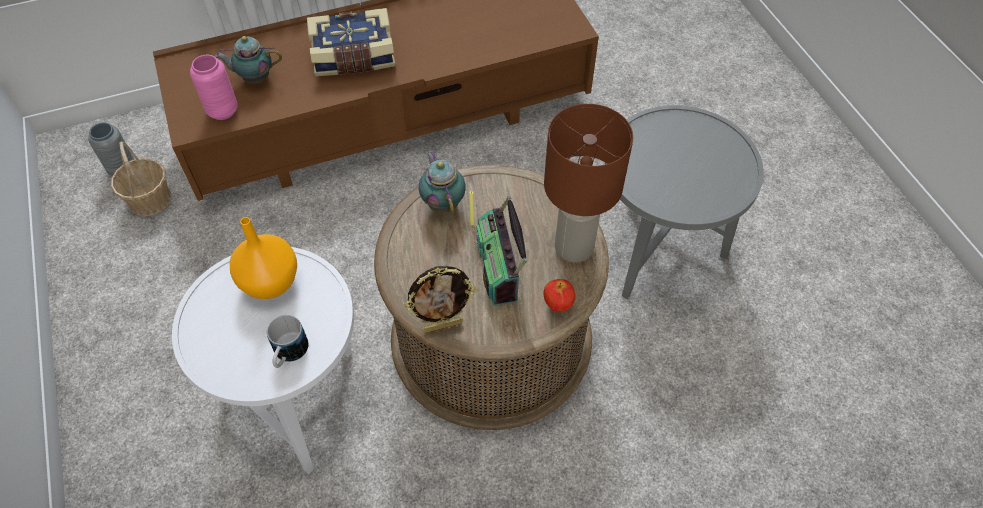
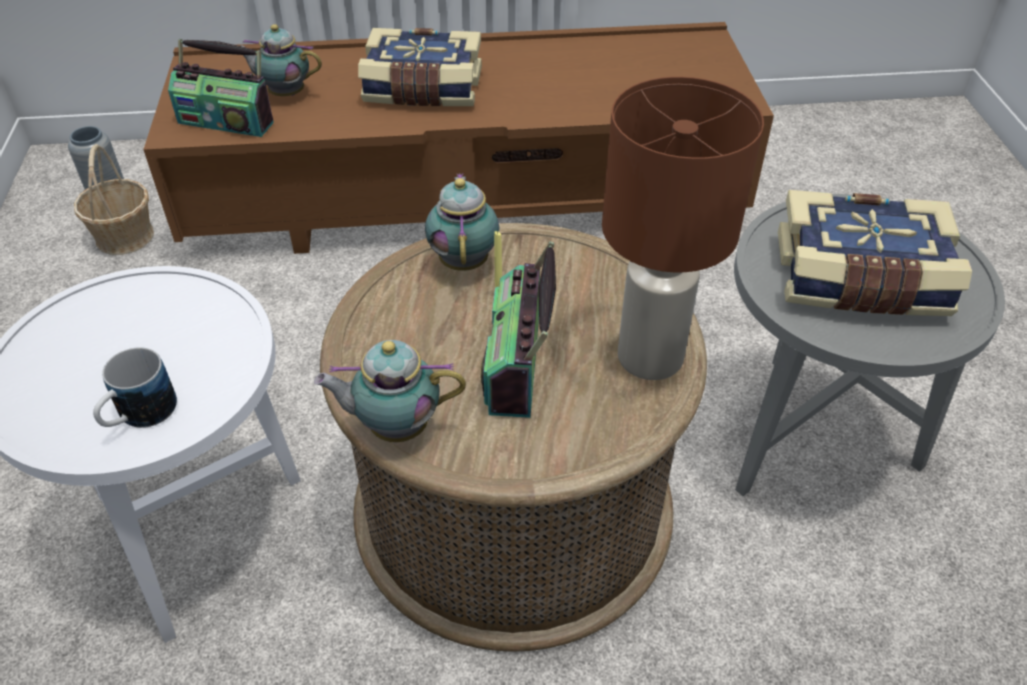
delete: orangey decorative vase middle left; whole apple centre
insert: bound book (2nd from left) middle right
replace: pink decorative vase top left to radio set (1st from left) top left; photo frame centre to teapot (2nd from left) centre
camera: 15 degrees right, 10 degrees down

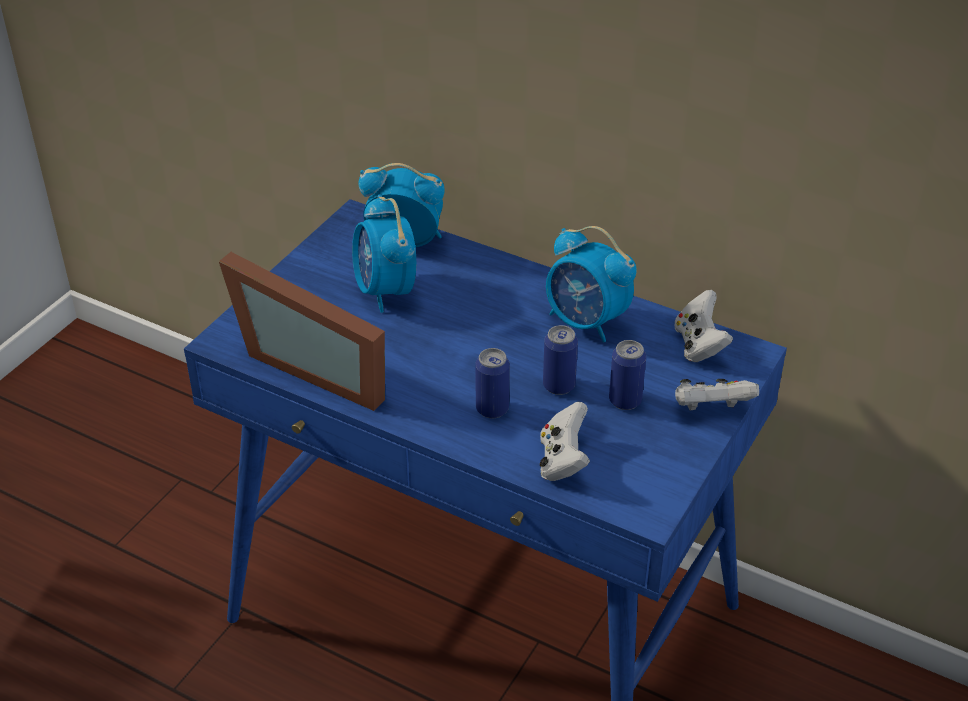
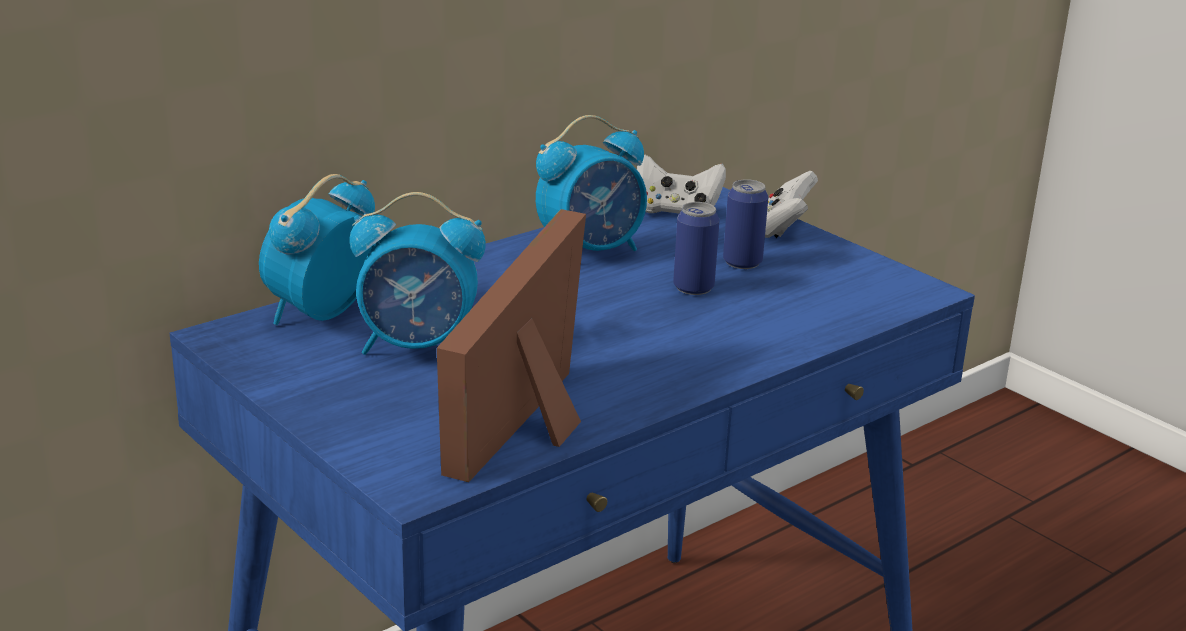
delete: can (1st from left) centre; white game controller (1st from left) centre
rotate: photo frame middle left = centre 150 degrees clockwise
camera: 70 degrees left, 15 degrees down

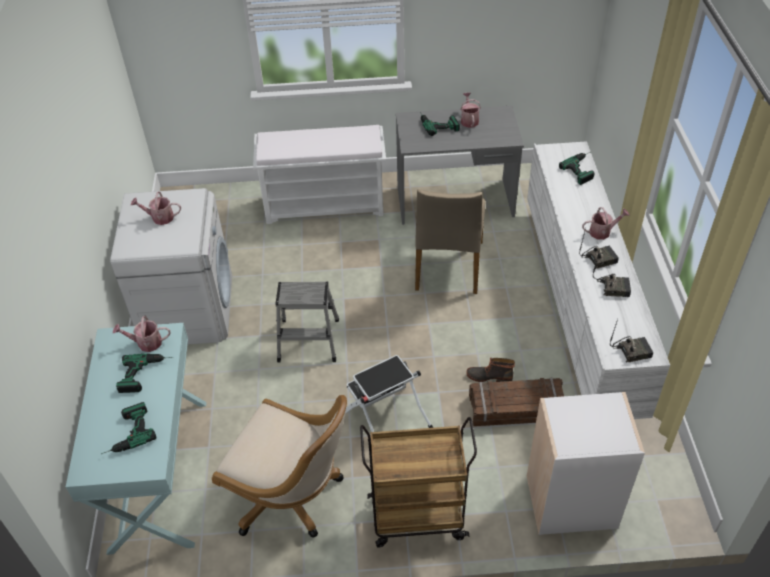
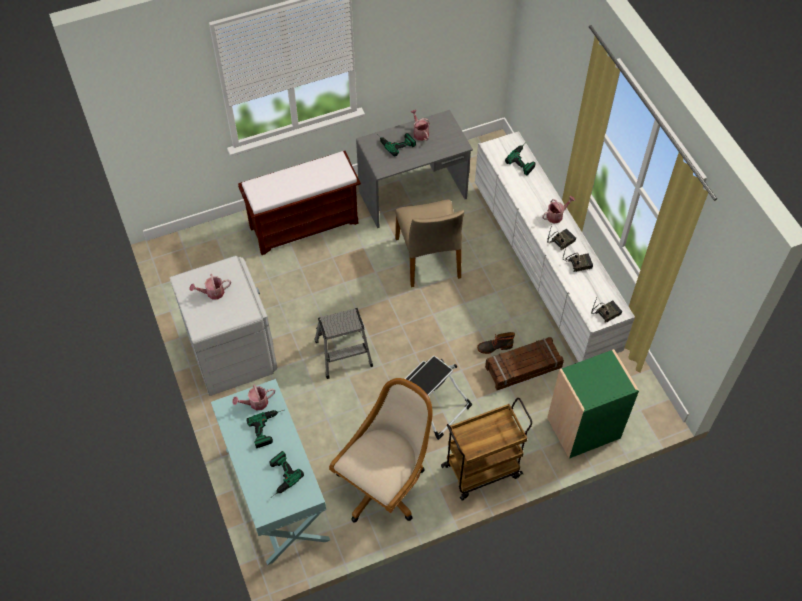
recolor: white bench top centre to brown bench centre; white shelving unit bottom right to green-coloured shelving unit bottom right
rotate: computer chair bottom centre = bottom centre 60 degrees counterclockwise
camera: 20 degrees left, 10 degrees up

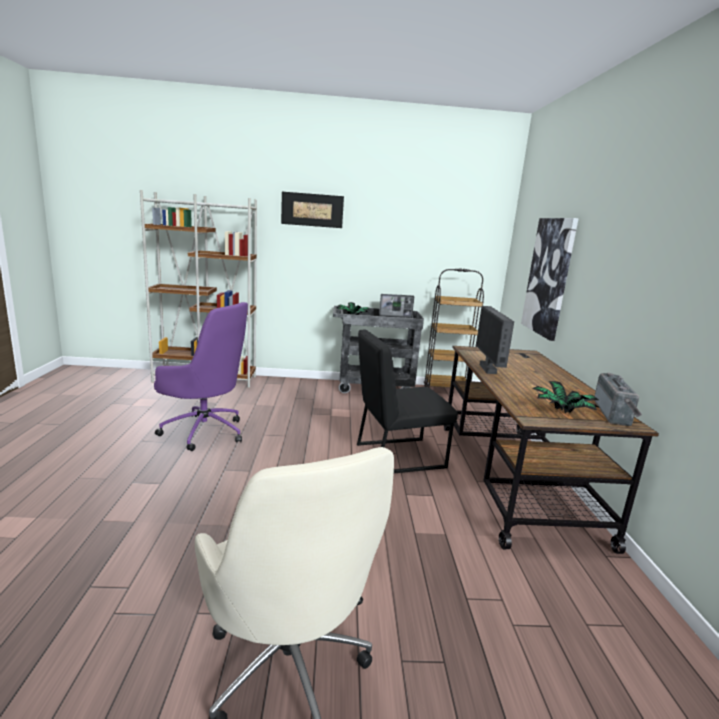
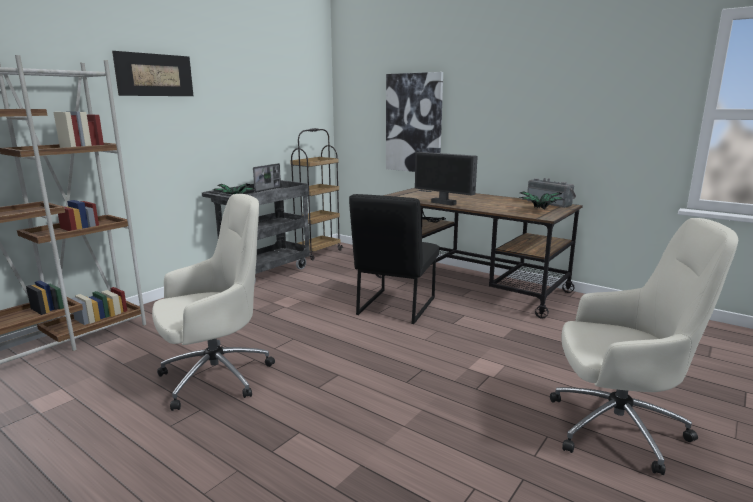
recolor: purplish computer chair middle left to beige computer chair (1st from left) middle left
camera: 50 degrees left, 0 degrees up

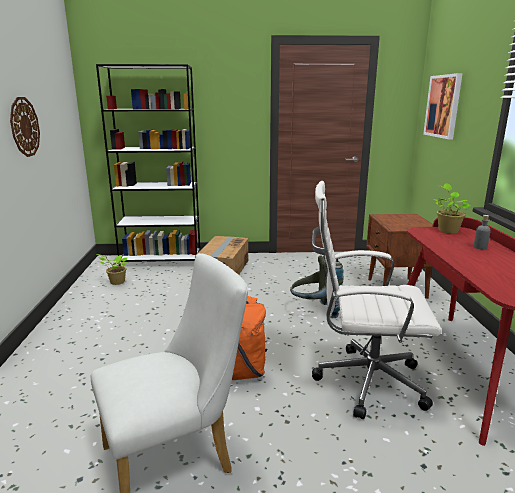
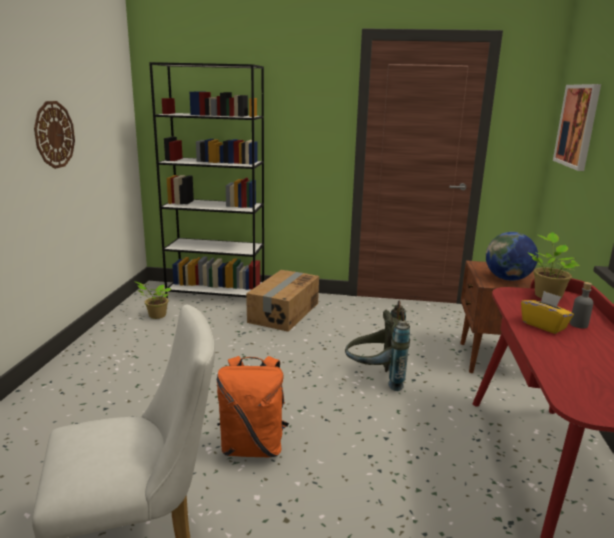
delete: white computer chair middle right
insert: globe middle right; yellow box of tissues middle right
camera: 10 degrees right, 0 degrees up

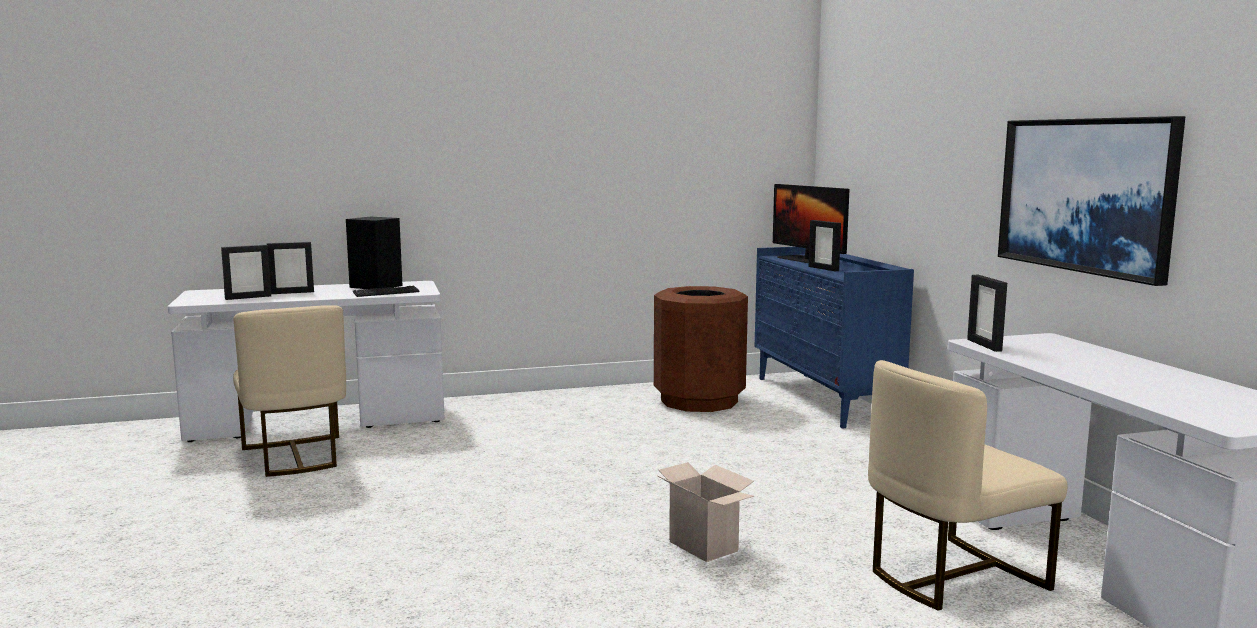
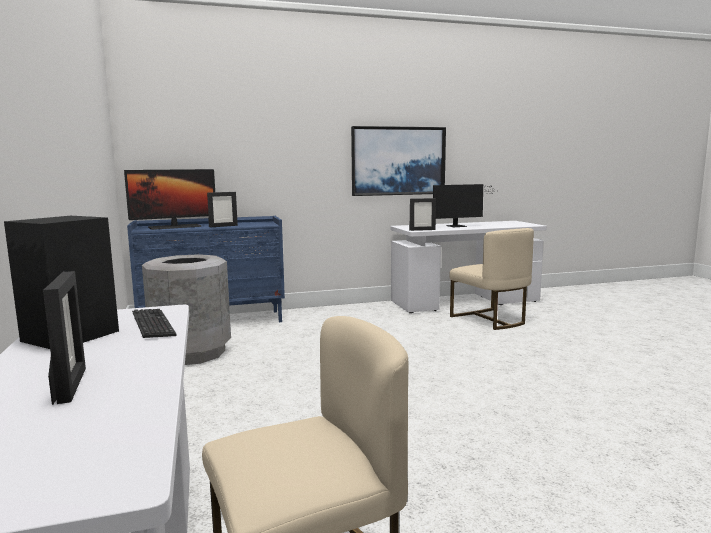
delete: photo frame (1st from left) middle left; carton bottom centre
insert: computer display (2nd from left) centre
recolor: brown rubbish bin centre to greyish rubbish bin middle left
camera: 90 degrees left, 0 degrees up

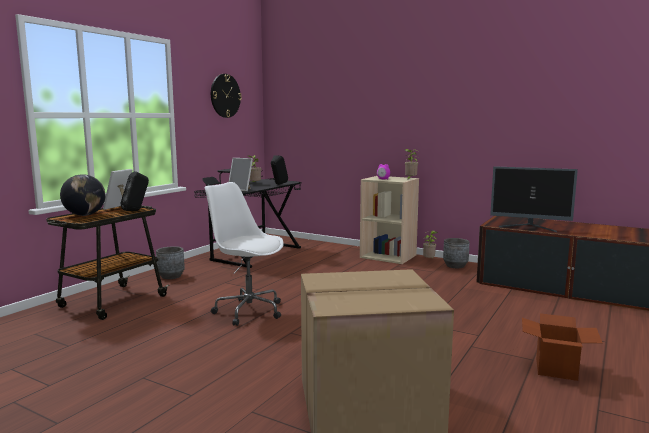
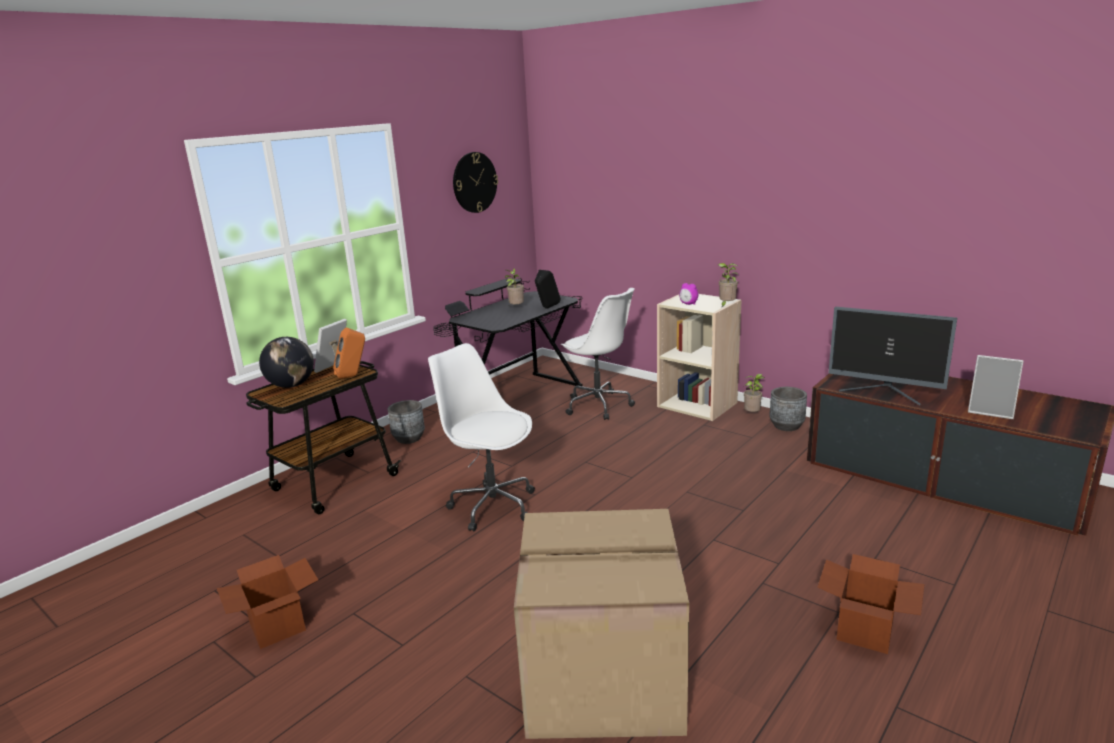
insert: carton (1st from left) bottom left; white computer chair (2nd from left) centre
move: photo frame (2nd from left) centre to middle right
recolor: black audio speaker (1st from left) middle left to orangey audio speaker middle left
camera: 10 degrees right, 10 degrees up

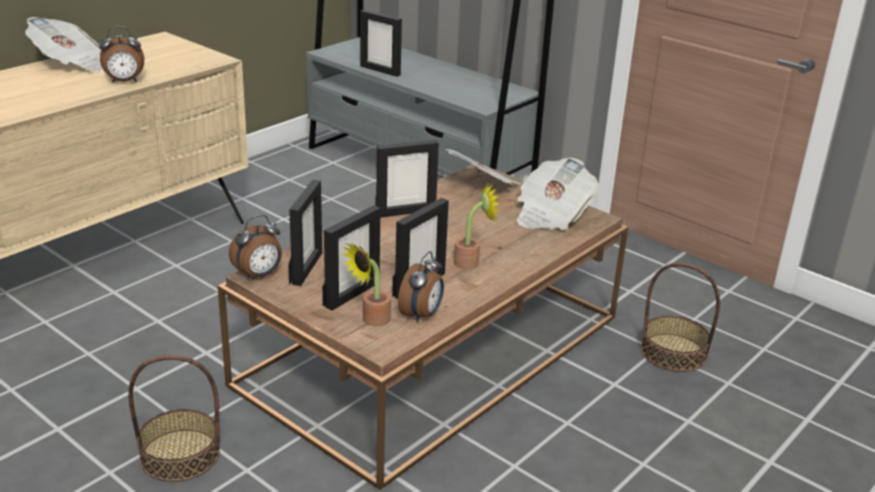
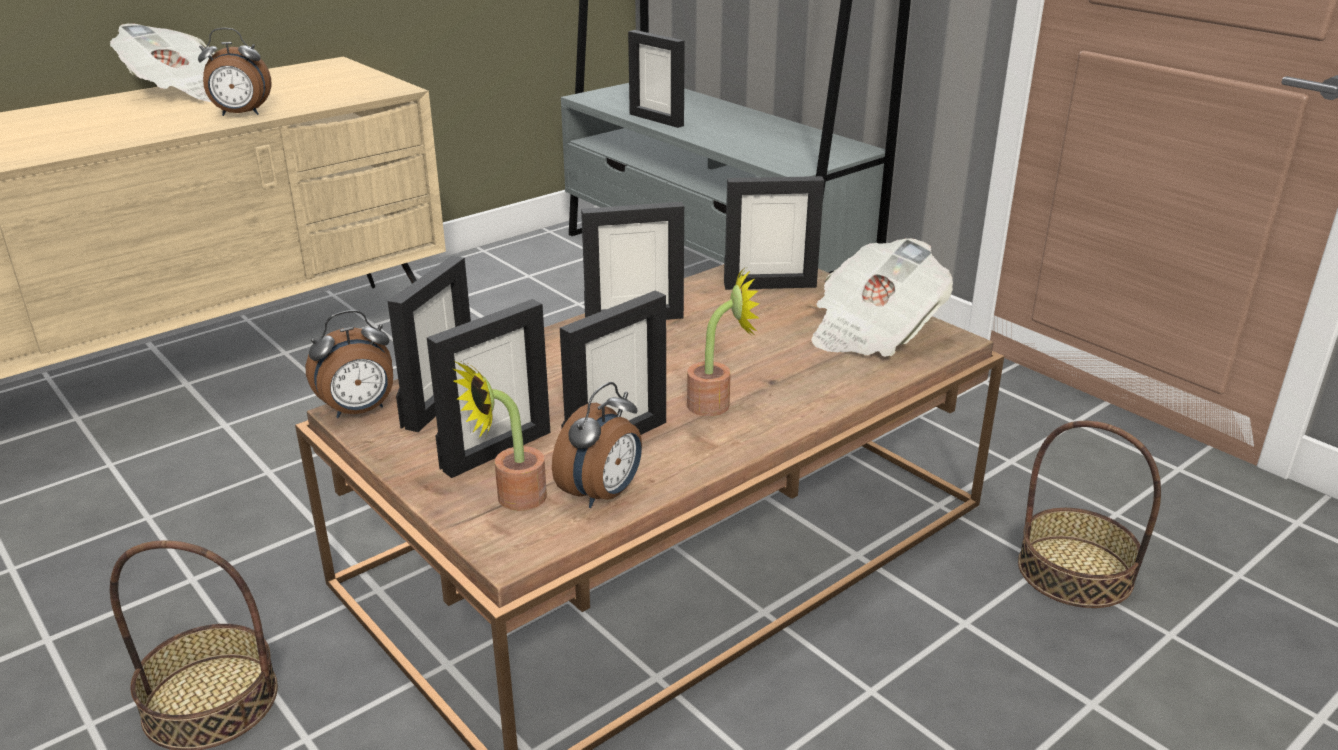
replace: newspaper (2nd from left) centre to photo frame (6th from left) top centre
camera: 10 degrees right, 0 degrees up

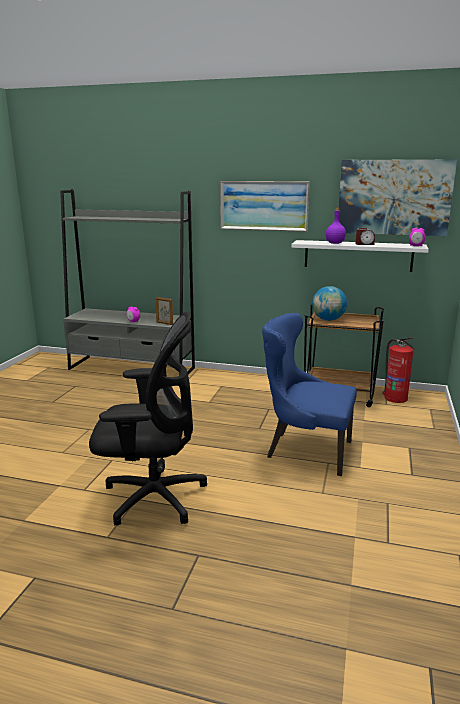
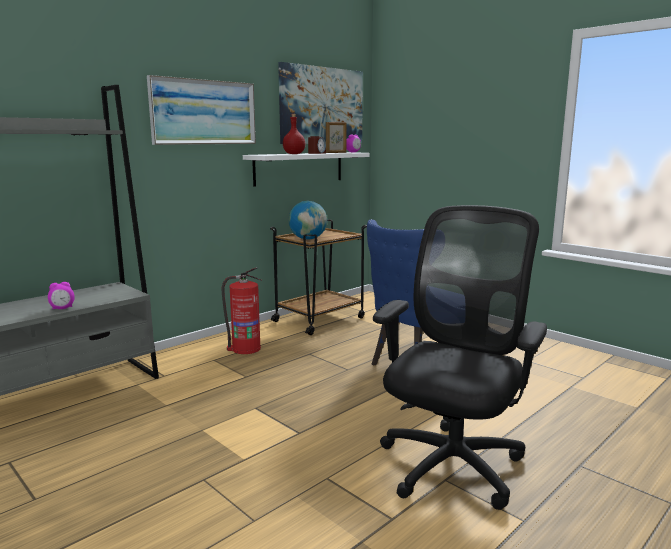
move: photo frame centre to top centre; extinguisher middle right to centre
recolor: purplish bottle top right to red bottle top centre
camera: 60 degrees left, 5 degrees down

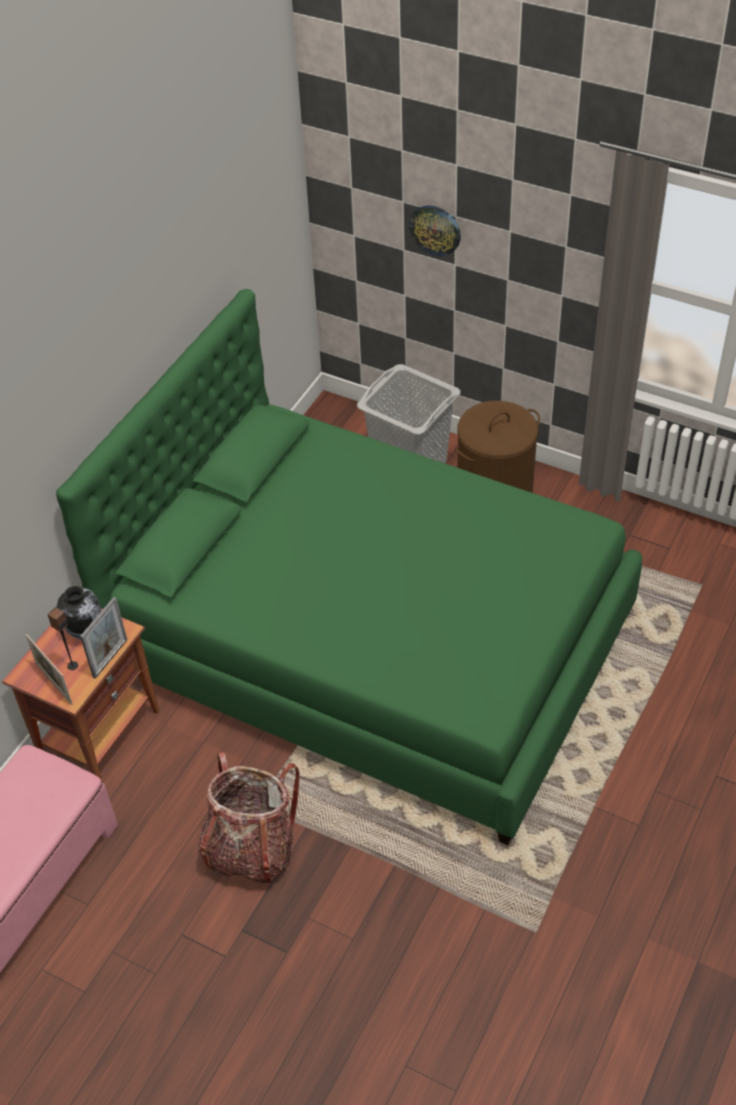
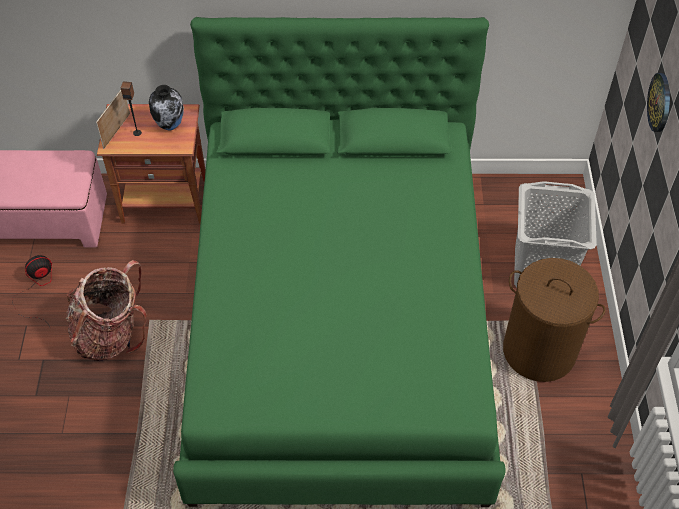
delete: photo frame (2nd from left) middle left
insert: fan middle left
camera: 60 degrees right, 5 degrees up

